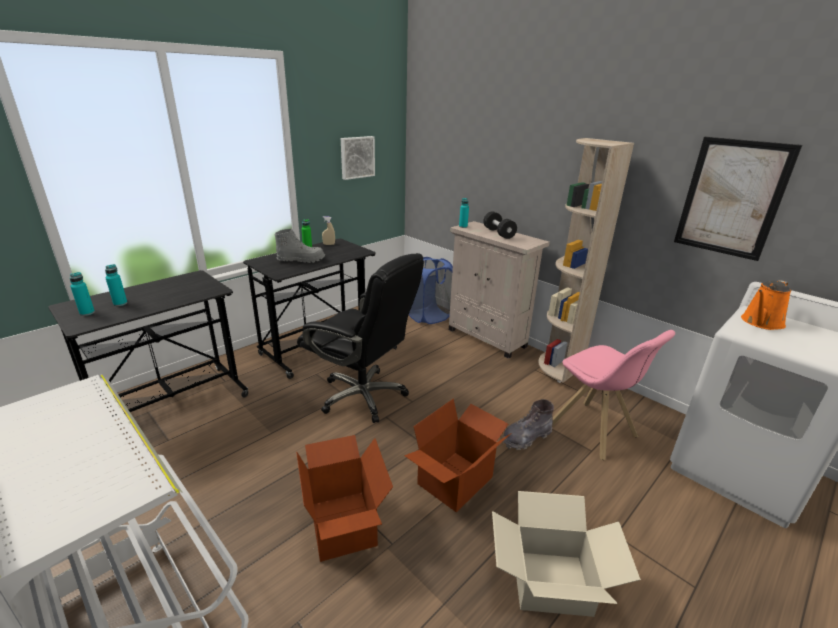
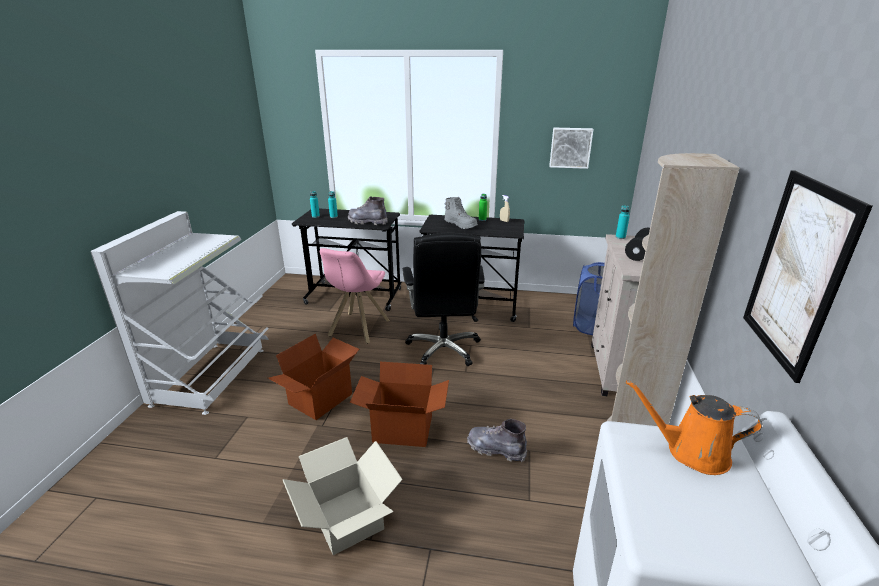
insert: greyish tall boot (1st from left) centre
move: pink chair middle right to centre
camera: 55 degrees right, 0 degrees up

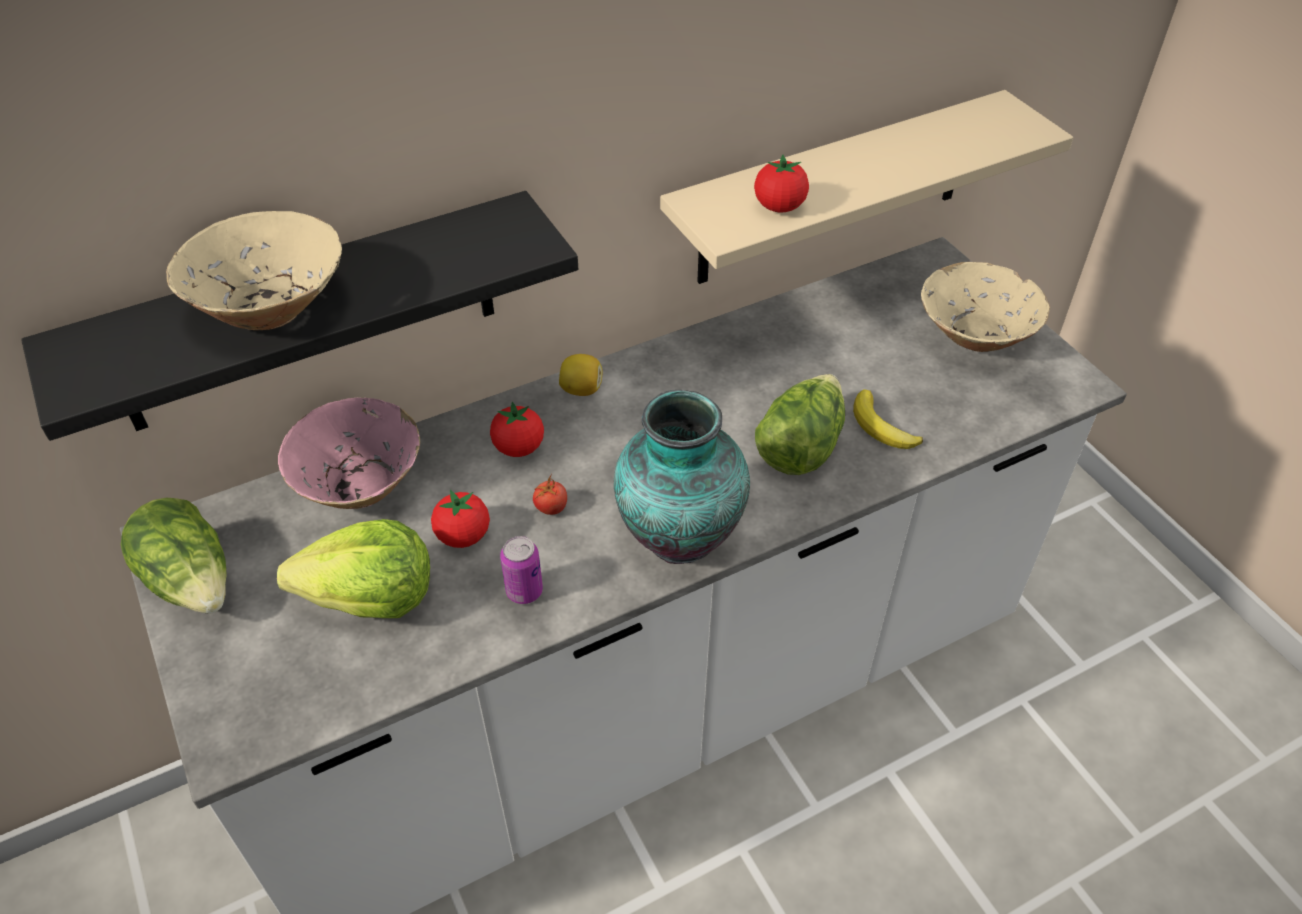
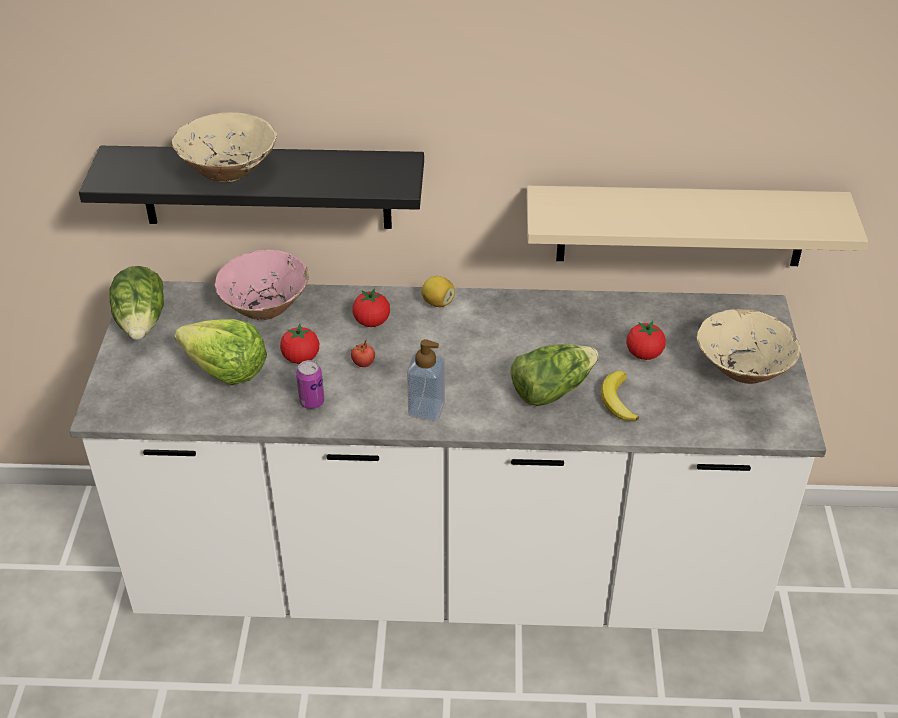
move: fresh tomato (4th from left) top centre to middle right
replace: decorative vase centre to soap bottle centre
camera: 30 degrees right, 5 degrees down

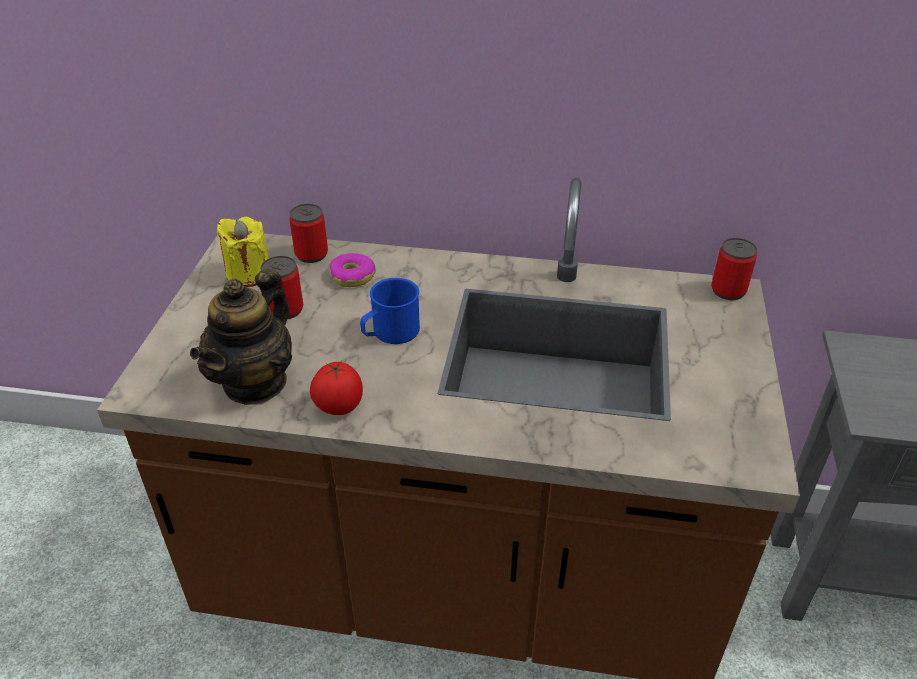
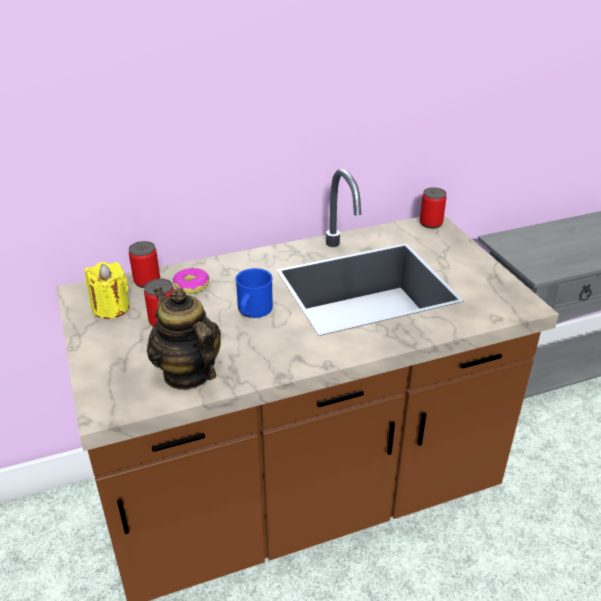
delete: fresh tomato centre
rotate: teapot middle left = middle left 150 degrees clockwise
camera: 30 degrees left, 5 degrees down

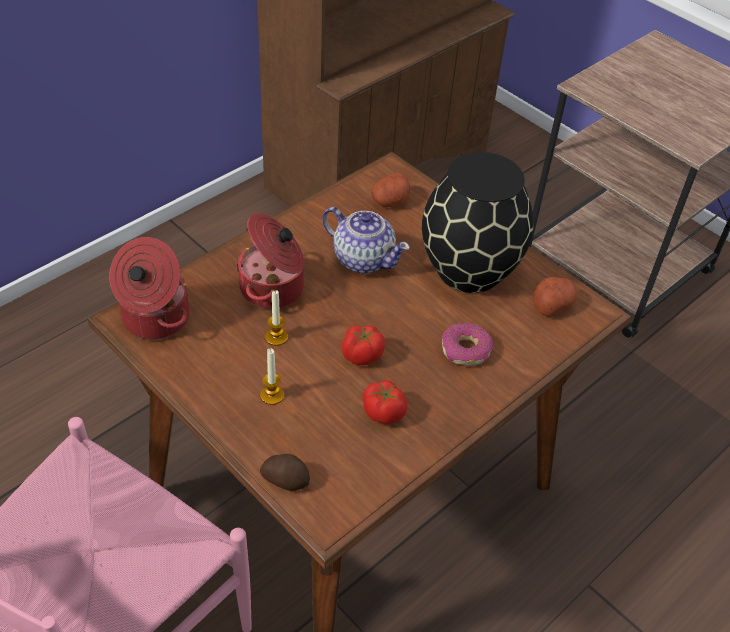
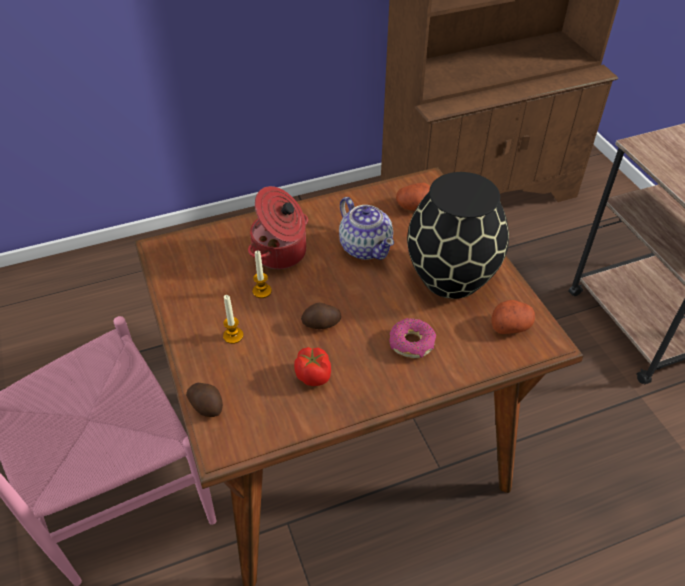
delete: stockpot (1st from left) middle left
replace: fresh tomato (1st from left) centre to whole potato (2nd from left) centre
camera: 25 degrees right, 0 degrees up

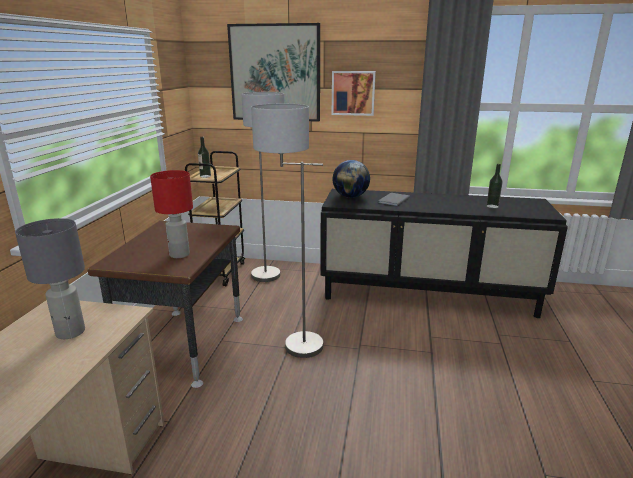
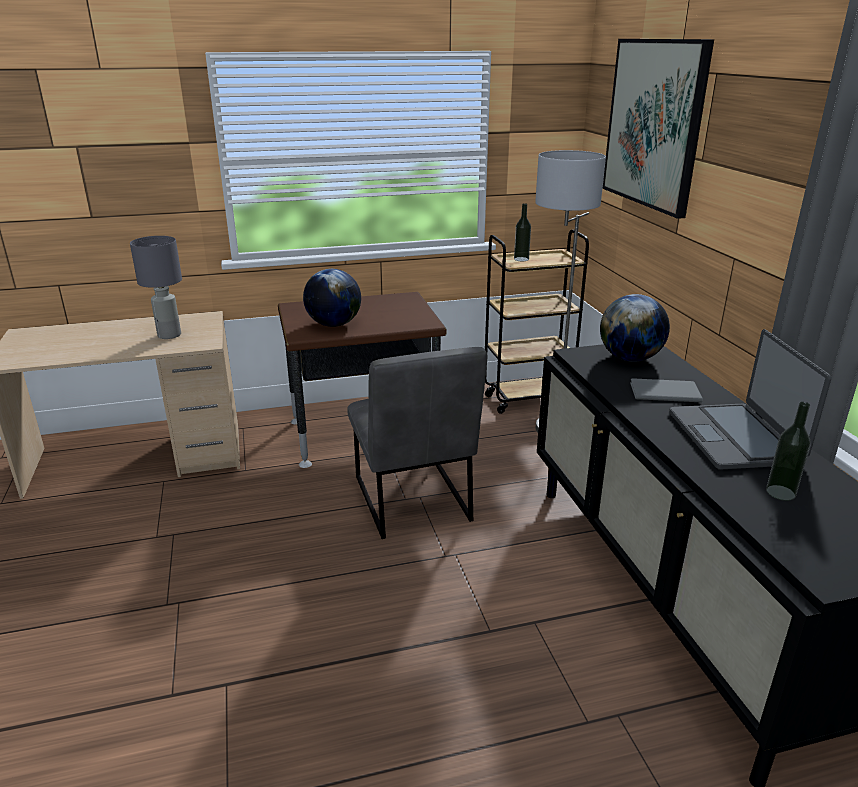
delete: wall picture (2nd from left) top centre
insert: notebook computer middle right
replace: red tabletop lamp middle left to globe (1st from left) centre; greyish floor lamp (2nd from left) centre to greyish chair centre
camera: 65 degrees right, 5 degrees up

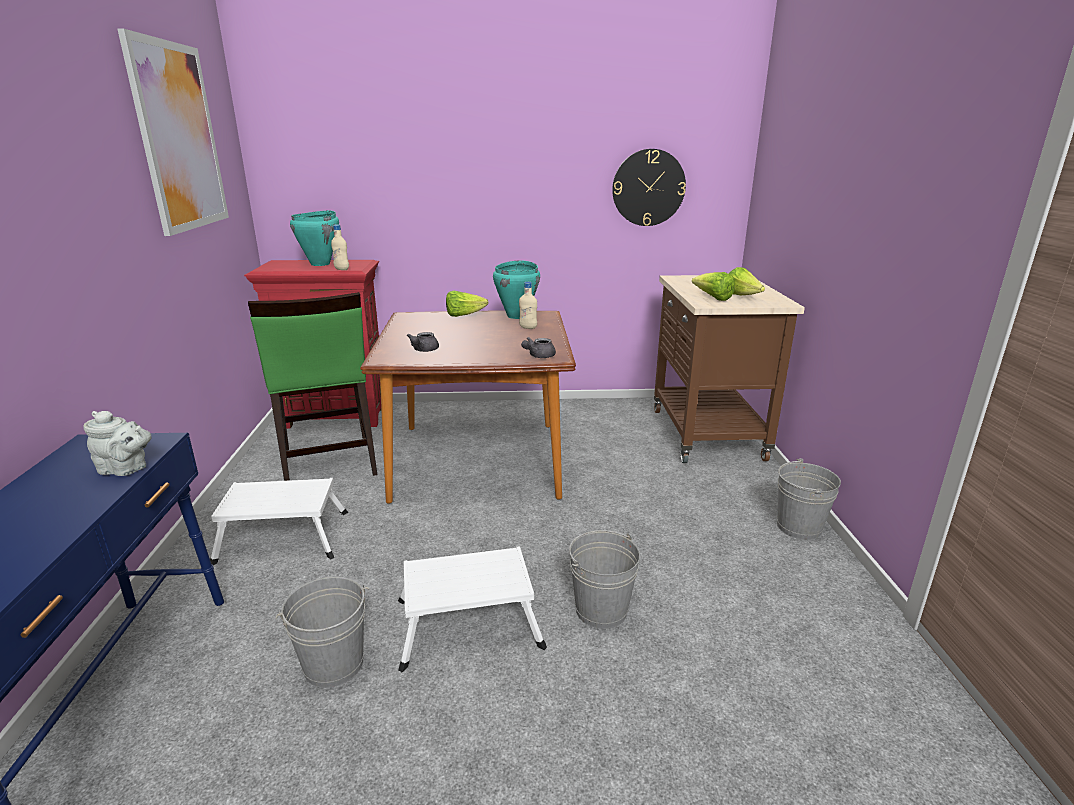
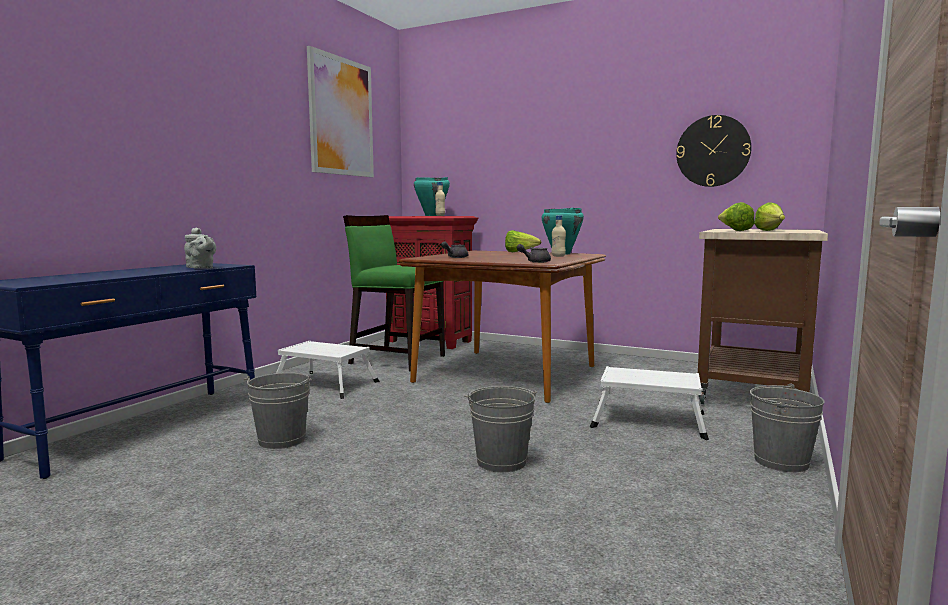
move: white step stool (2nd from left) bottom centre to middle right
rotate: green-coloured chair middle left = centre 105 degrees clockwise
camera: 30 degrees right, 15 degrees down

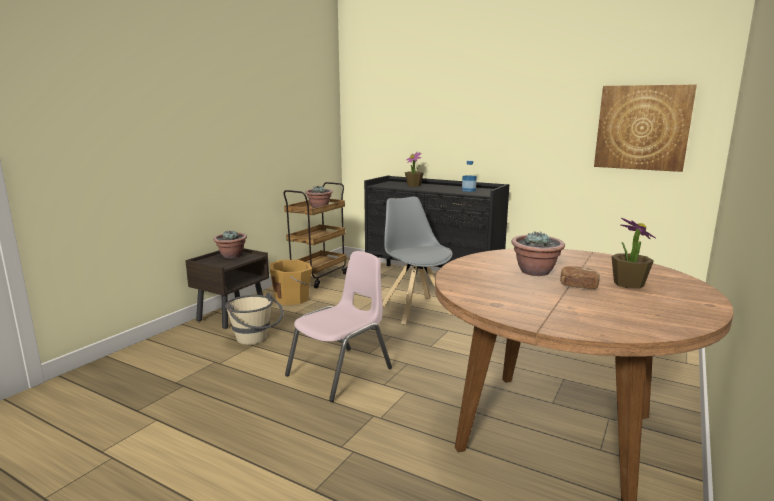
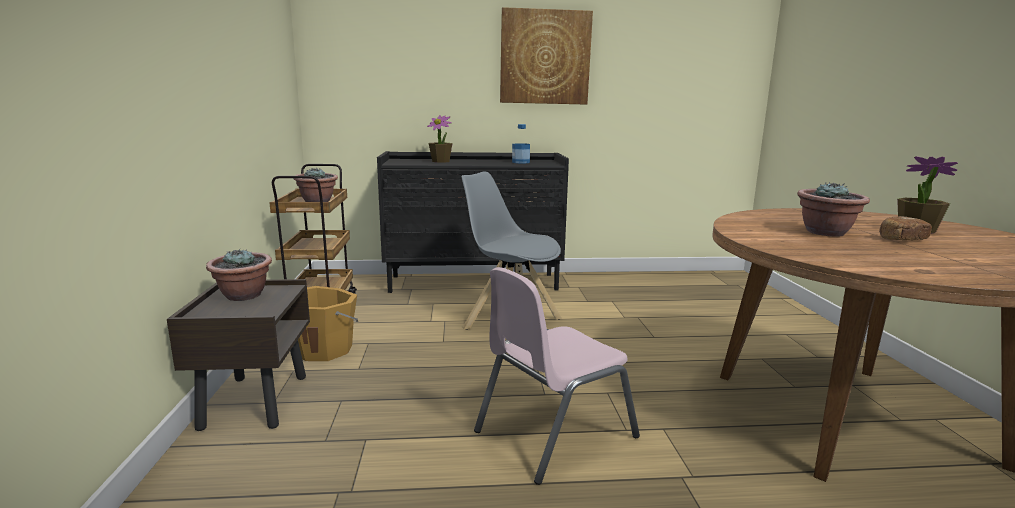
delete: beige water bucket middle left
move: wall picture top right to top centre
rotate: pink chair centre = bottom centre 135 degrees counterclockwise
camera: 35 degrees left, 0 degrees up

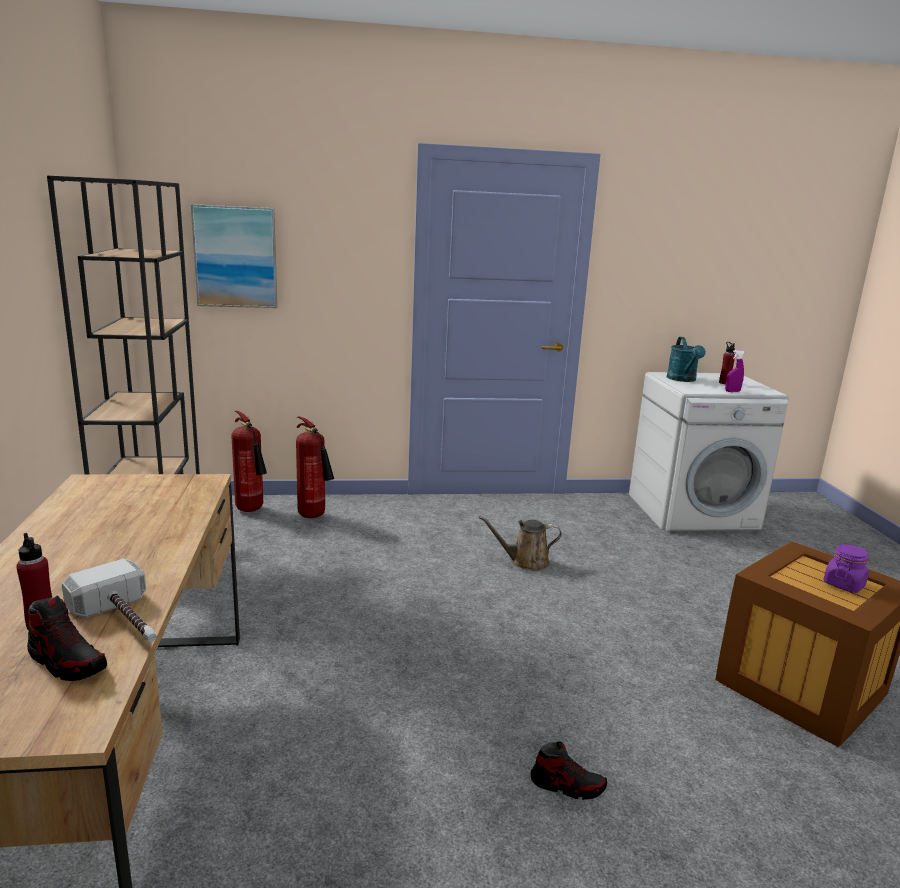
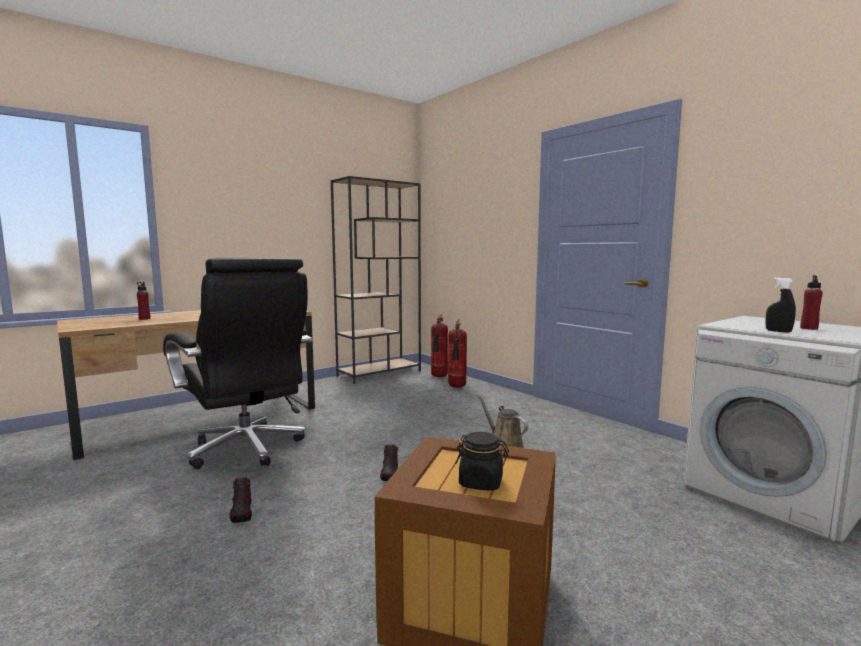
delete: tool hammer bottom left; wall picture top left; turquoise watering can middle right
insert: black computer chair middle left
move: item of footwear (1st from left in the first image) bottom left to item of footwear (2nd from left) bottom centre
recolor: purplish spray bottle middle right to black spray bottle middle right; purplish preserve jar middle right to black preserve jar bottom centre
camera: 60 degrees right, 10 degrees down

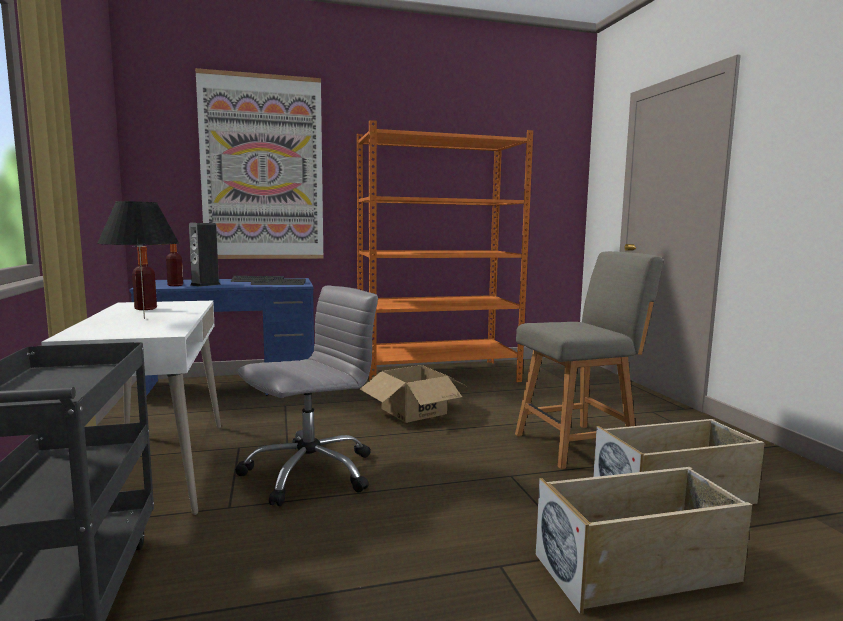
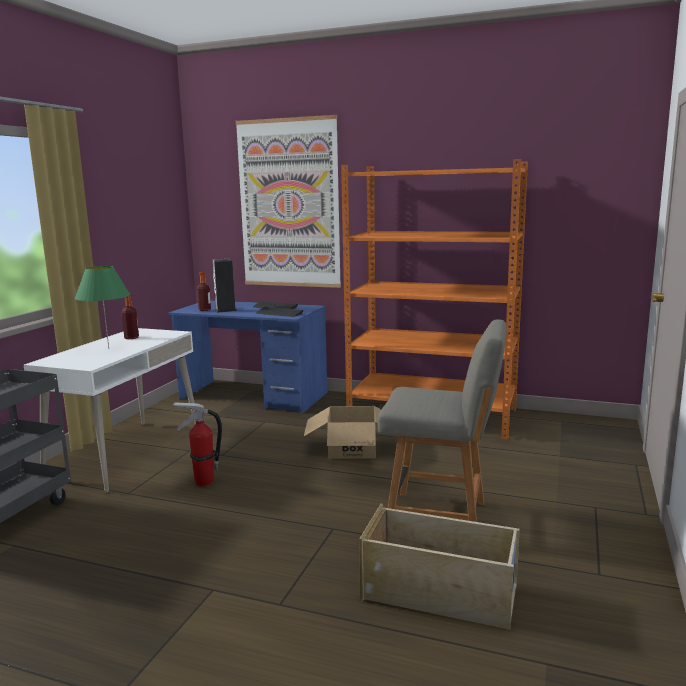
delete: beige storage bin (1st from left) bottom right
replace: greyish computer chair centre to extinguisher middle left
recolor: black tabletop lamp middle left to green-coloured tabletop lamp middle left
camera: 35 degrees right, 5 degrees up

